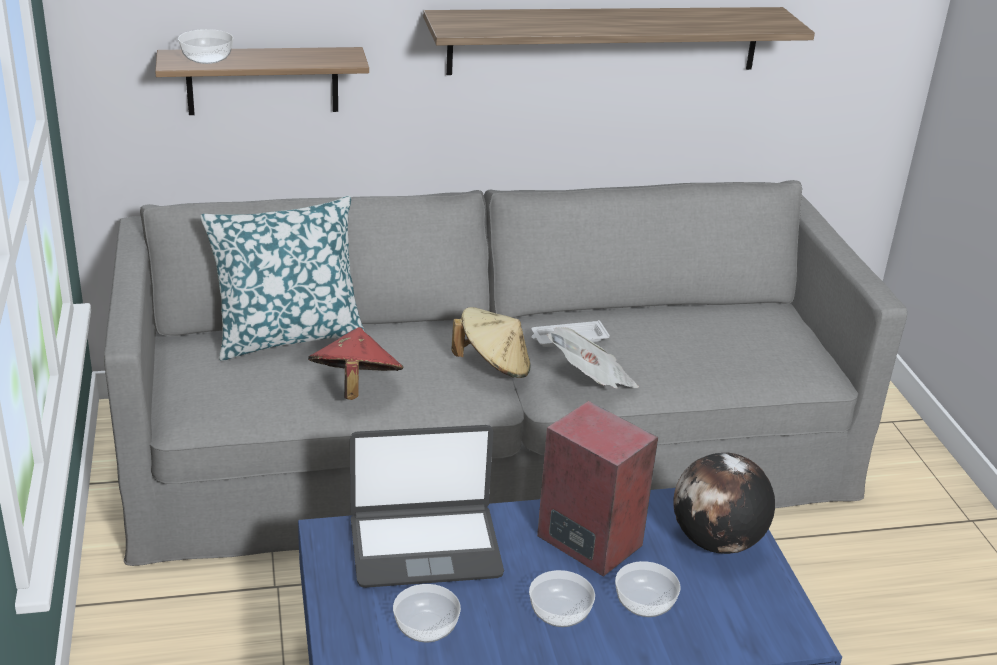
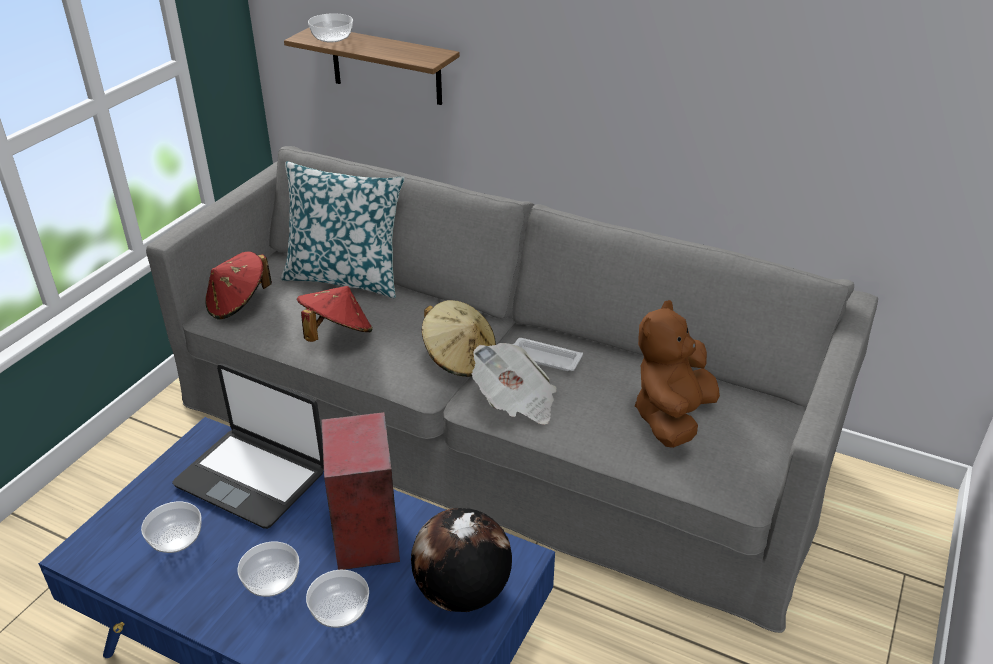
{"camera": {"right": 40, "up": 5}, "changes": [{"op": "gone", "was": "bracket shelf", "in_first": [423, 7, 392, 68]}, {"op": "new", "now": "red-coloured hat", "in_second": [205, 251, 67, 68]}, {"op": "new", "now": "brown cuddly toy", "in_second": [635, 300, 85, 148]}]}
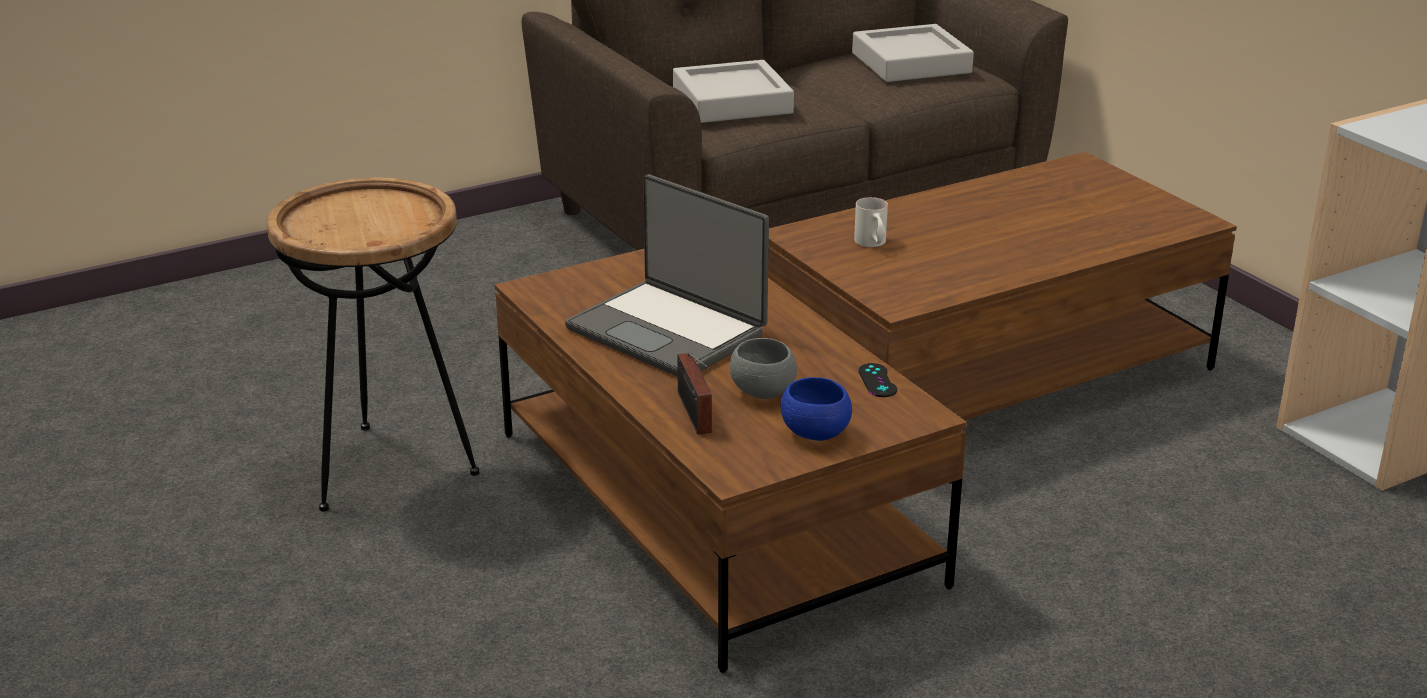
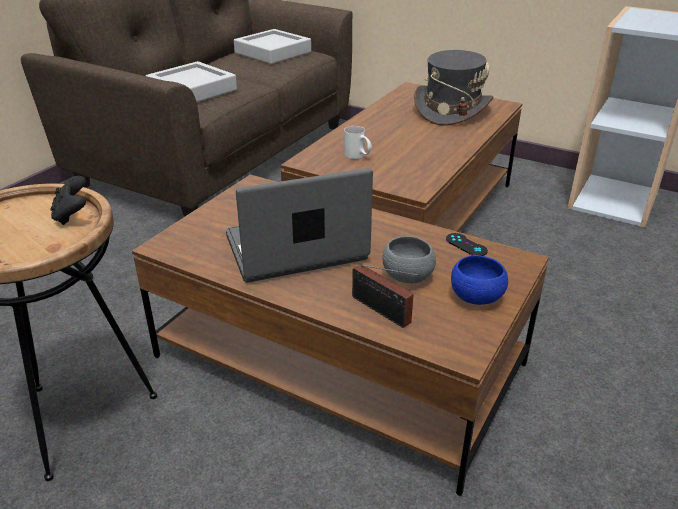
{"camera": {"right": -30, "up": 5}, "changes": [{"op": "rotated", "was": "portable computer", "in_first": [565, 174, 204, 203], "in_second": [226, 168, 147, 115], "clockwise": 150}, {"op": "new", "now": "grey hat", "in_second": [414, 50, 79, 76]}, {"op": "new", "now": "blackish joypad", "in_second": [50, 176, 36, 49]}]}
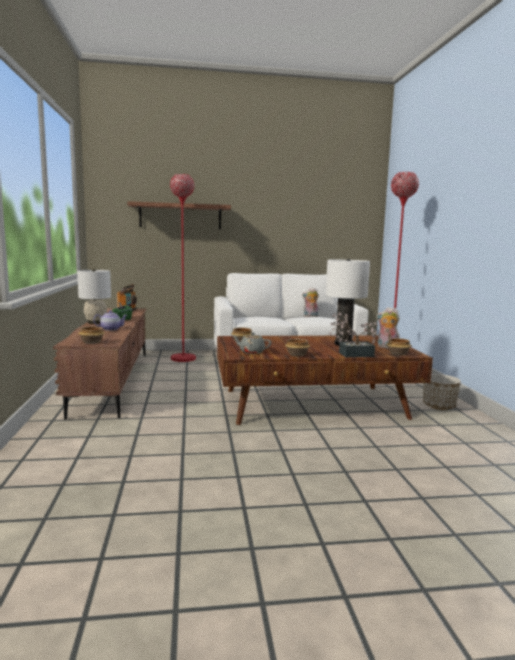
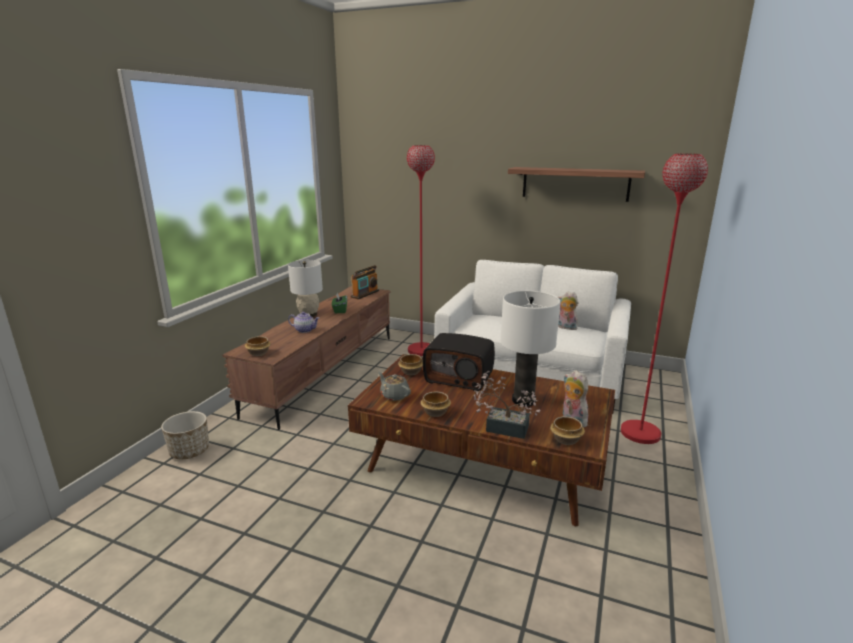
{"camera": {"right": 30, "up": 10}, "changes": [{"op": "shifted", "was": "bracket shelf", "in_first": [127, 201, 104, 28], "in_second": [508, 167, 137, 35]}, {"op": "shifted", "was": "flower pot", "in_first": [423, 374, 38, 36], "in_second": [161, 411, 48, 48]}, {"op": "new", "now": "radio", "in_second": [423, 333, 72, 58]}]}
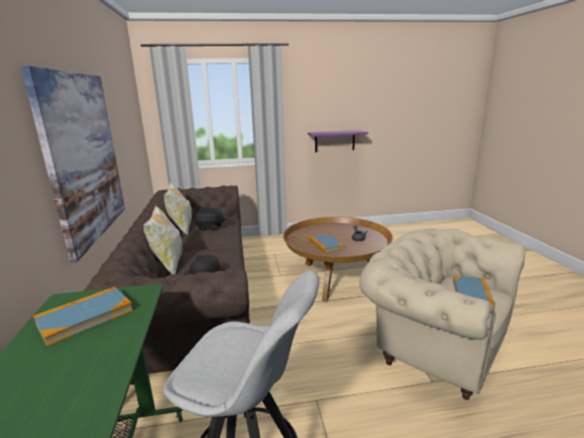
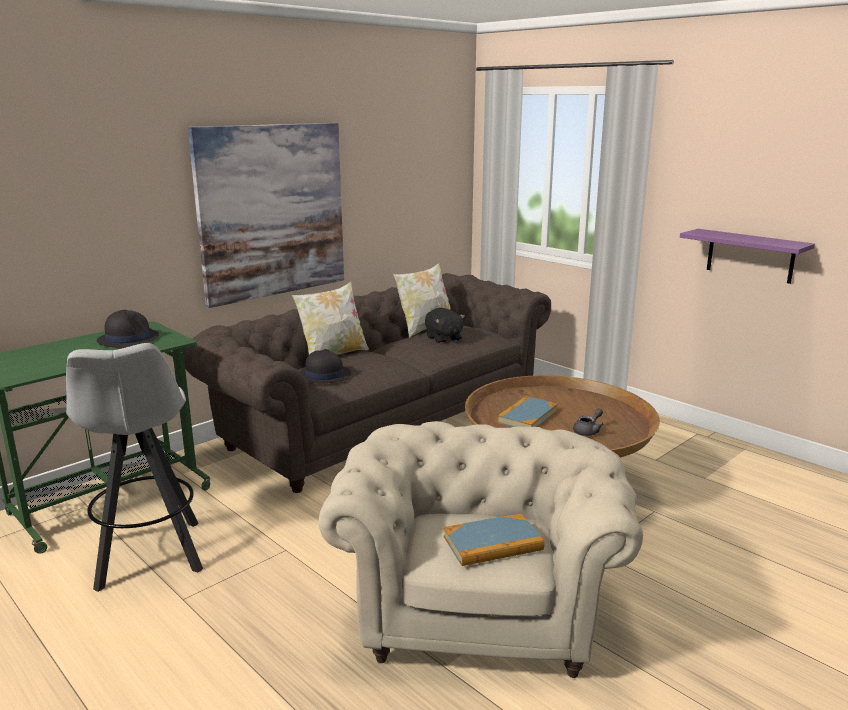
{"camera": {"right": 55, "up": 0}, "changes": [{"op": "swapped", "was": "bound book", "now": "blackish hat", "in_first": [33, 287, 100, 60], "in_second": [97, 310, 62, 39]}]}
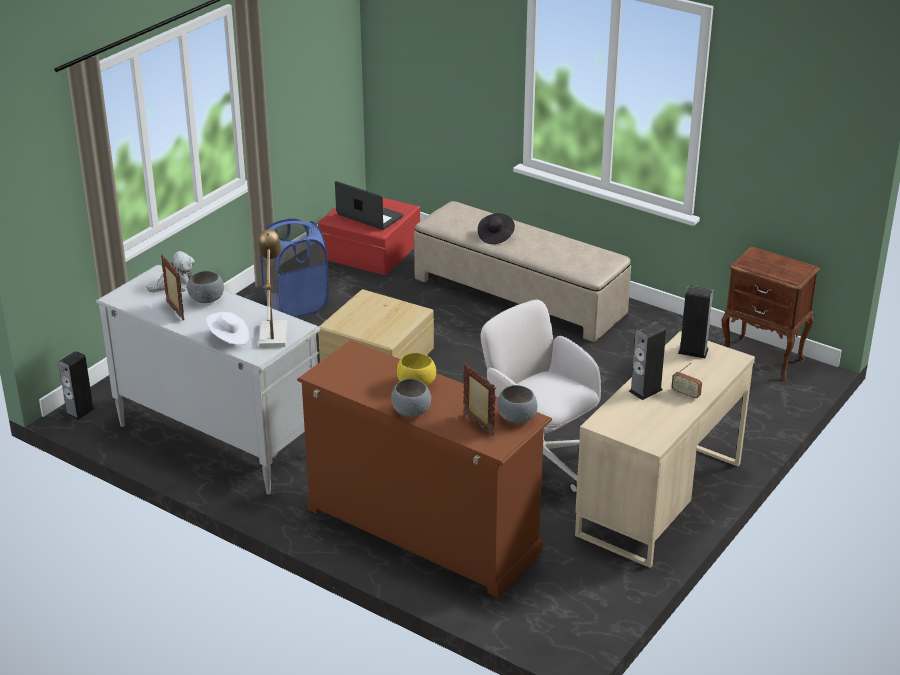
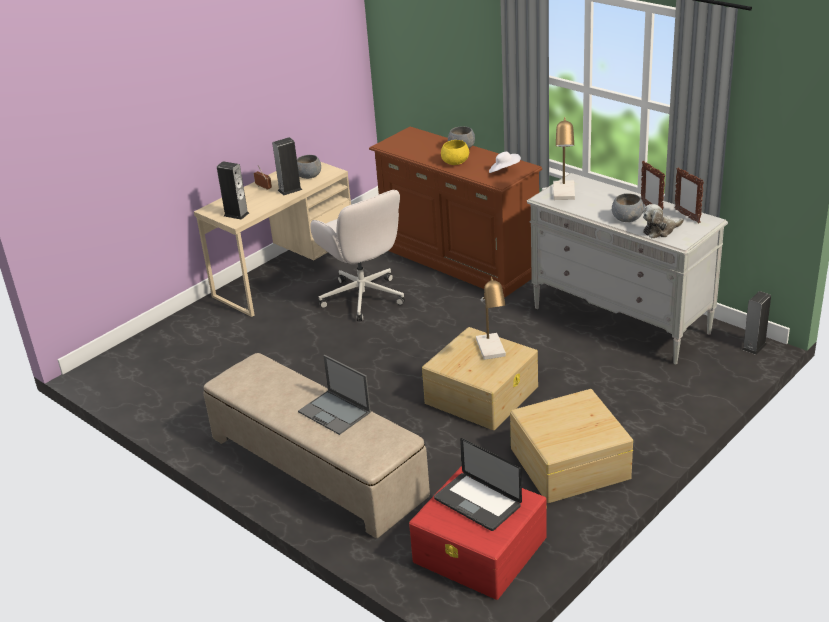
{"camera": {"right": -170, "up": 0}, "changes": [{"op": "swapped", "was": "blackish hat", "now": "portable computer", "in_first": [478, 213, 37, 31], "in_second": [298, 355, 73, 80]}, {"op": "swapped", "was": "blue-coloured hamper", "now": "sand-coloured storage bin", "in_first": [260, 218, 69, 99], "in_second": [510, 389, 123, 114]}, {"op": "gone", "was": "brown night table", "in_first": [721, 247, 98, 134]}, {"op": "shifted", "was": "white hat", "in_first": [206, 312, 43, 33], "in_second": [489, 152, 32, 21]}, {"op": "shifted", "was": "standing frame", "in_first": [463, 363, 33, 73], "in_second": [675, 167, 29, 57]}, {"op": "shifted", "was": "grey deep dish", "in_first": [497, 385, 41, 38], "in_second": [297, 155, 24, 24]}, {"op": "new", "now": "lamp for a table", "in_second": [476, 277, 30, 83]}]}
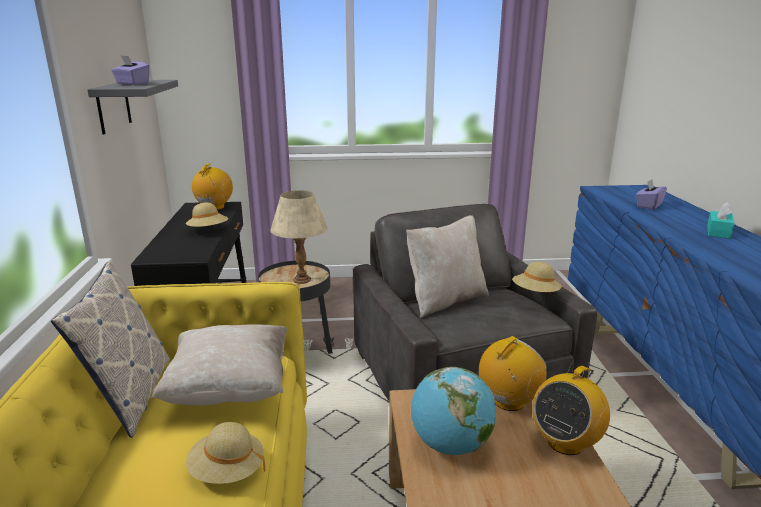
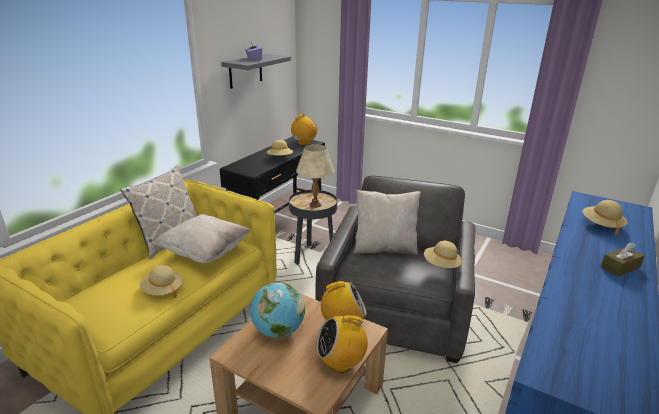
{"camera": {"right": 35, "up": 5}, "changes": [{"op": "swapped", "was": "purple tissue holder", "now": "sand-coloured hat", "in_first": [636, 179, 31, 31], "in_second": [583, 200, 45, 35]}, {"op": "repainted", "was": "turquoise-coloured tissue holder", "now": "brown tissue holder", "in_first": [707, 202, 28, 37], "in_second": [601, 242, 44, 35]}]}
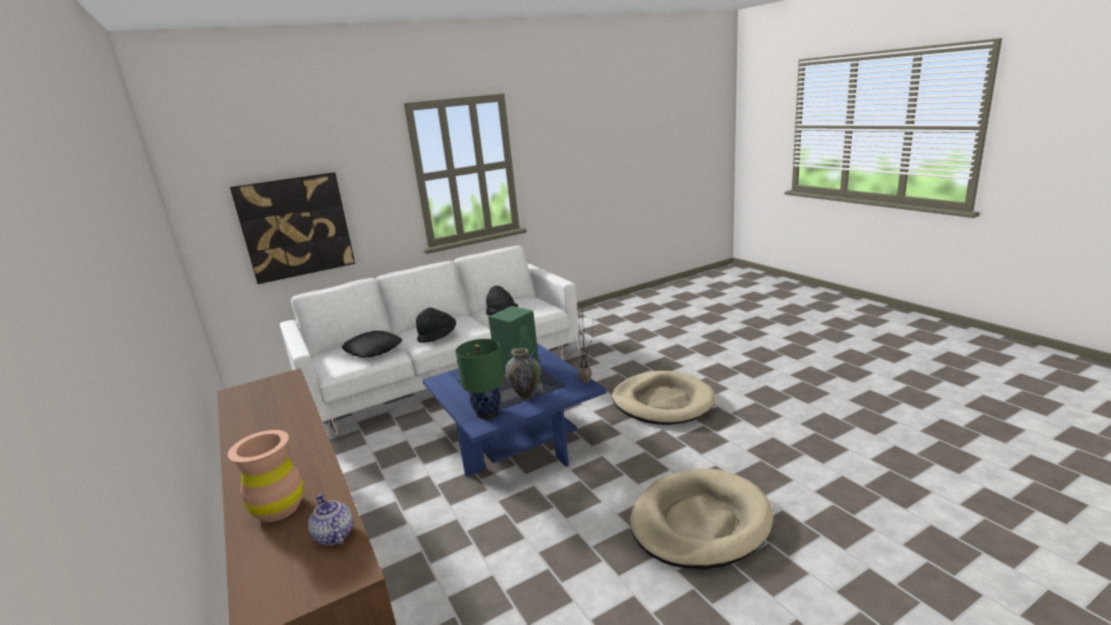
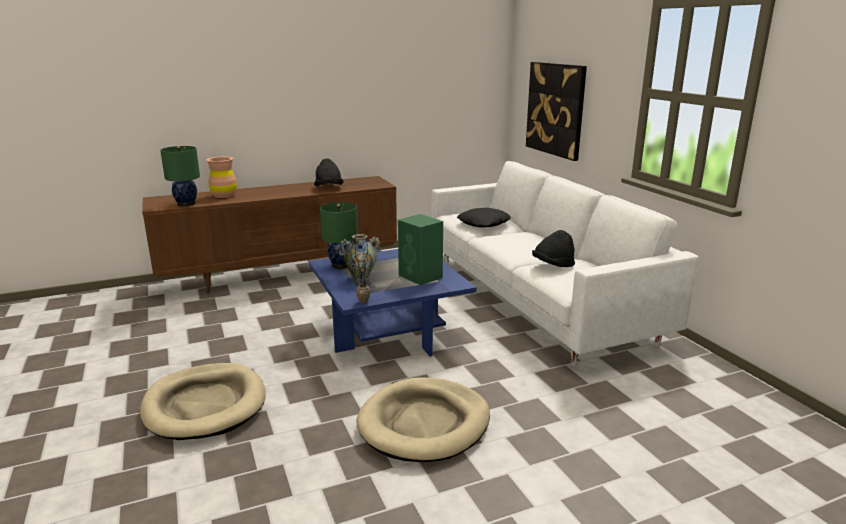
{"camera": {"right": 95, "up": 0}, "changes": [{"op": "shifted", "was": "blackish hat", "in_first": [416, 307, 40, 36], "in_second": [314, 158, 30, 28]}, {"op": "swapped", "was": "tea pot", "now": "greenish lamp for a table", "in_first": [308, 494, 45, 52], "in_second": [160, 146, 40, 60]}]}
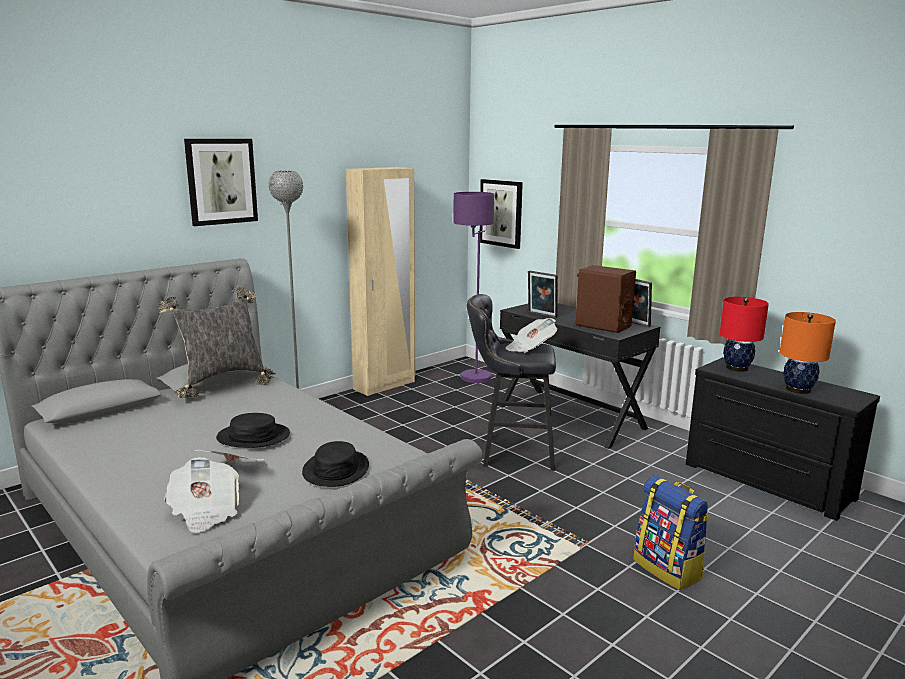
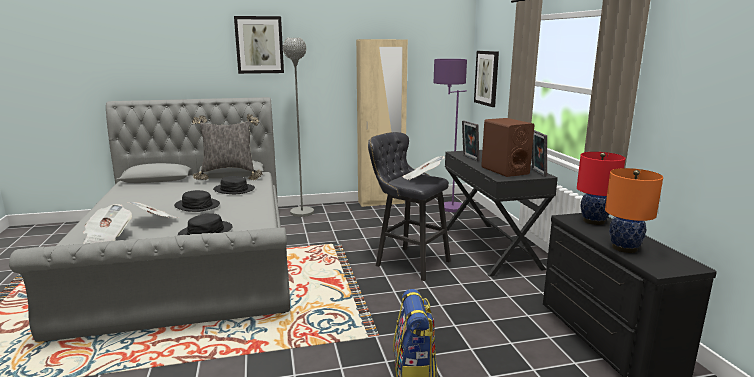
{"camera": {"right": 30, "up": 0}, "changes": [{"op": "new", "now": "blackish hat", "in_second": [213, 176, 42, 18]}]}
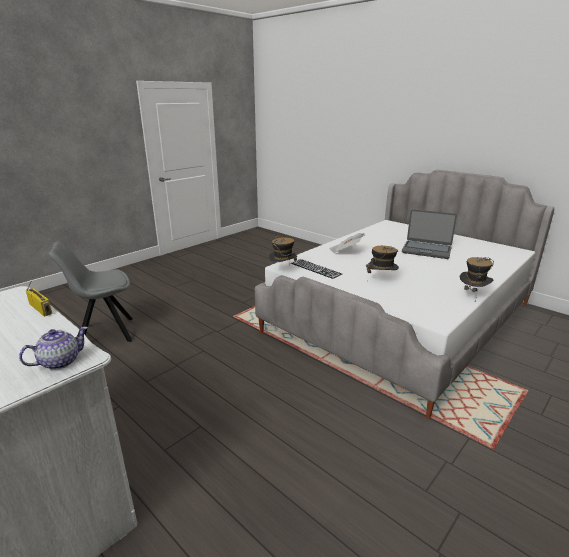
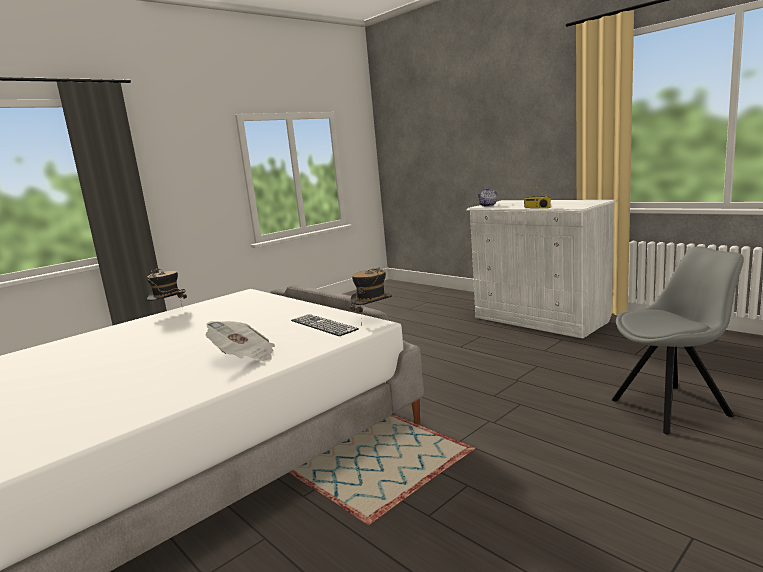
{"camera": {"right": -175, "up": -10}, "changes": [{"op": "gone", "was": "portable computer", "in_first": [402, 209, 55, 50]}, {"op": "gone", "was": "hat", "in_first": [366, 246, 33, 29]}]}
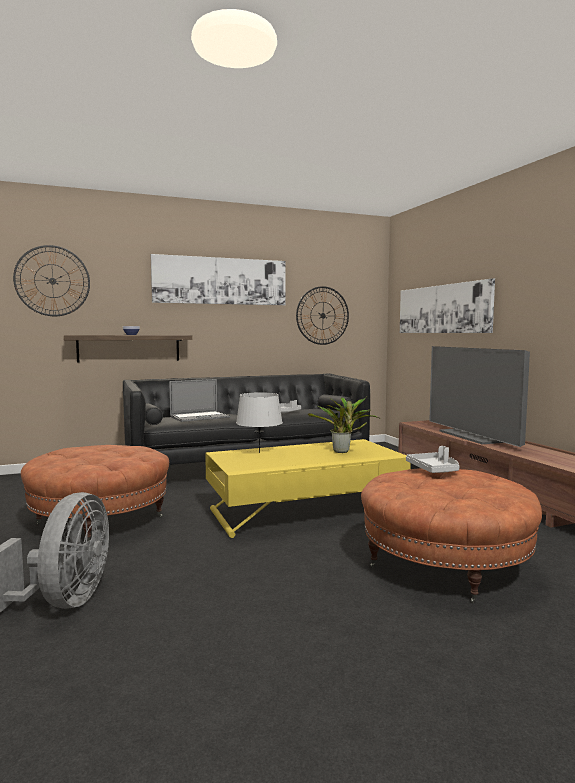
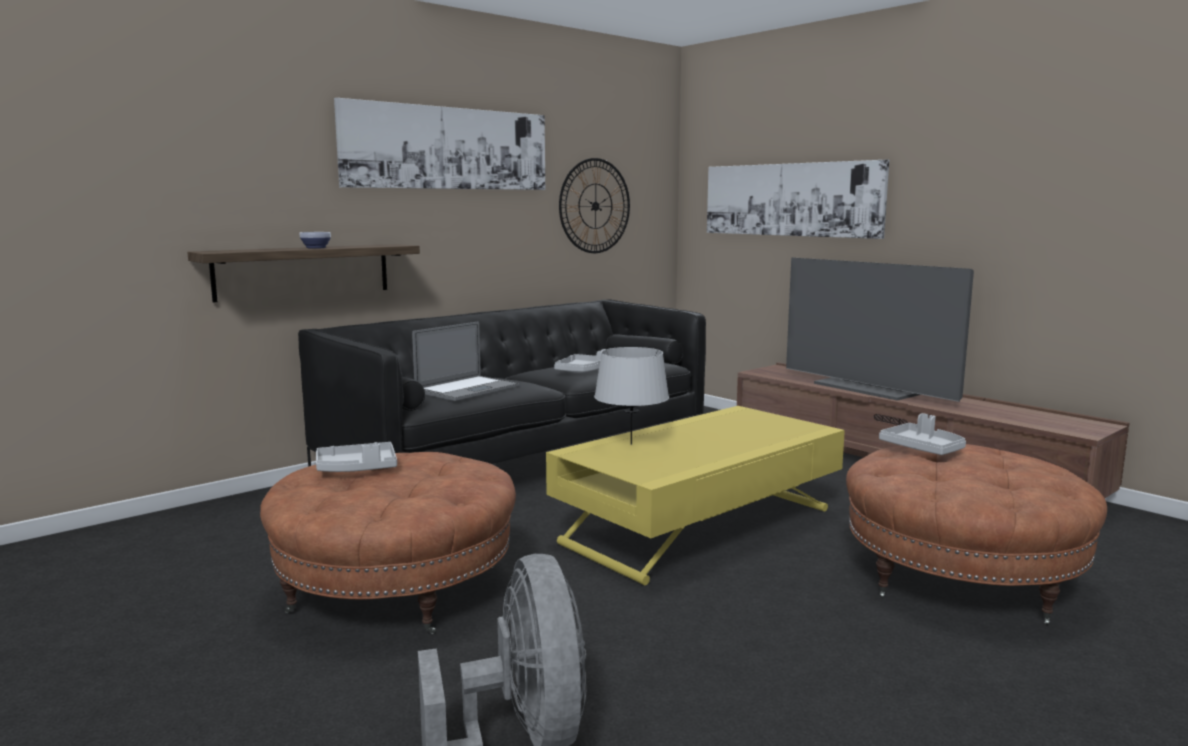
{"camera": {"right": -20, "up": 5}, "changes": [{"op": "gone", "was": "clock on the wall", "in_first": [13, 245, 77, 72]}, {"op": "gone", "was": "potted plant", "in_first": [308, 396, 72, 57]}, {"op": "new", "now": "grey serving tray", "in_second": [316, 442, 81, 30]}]}
